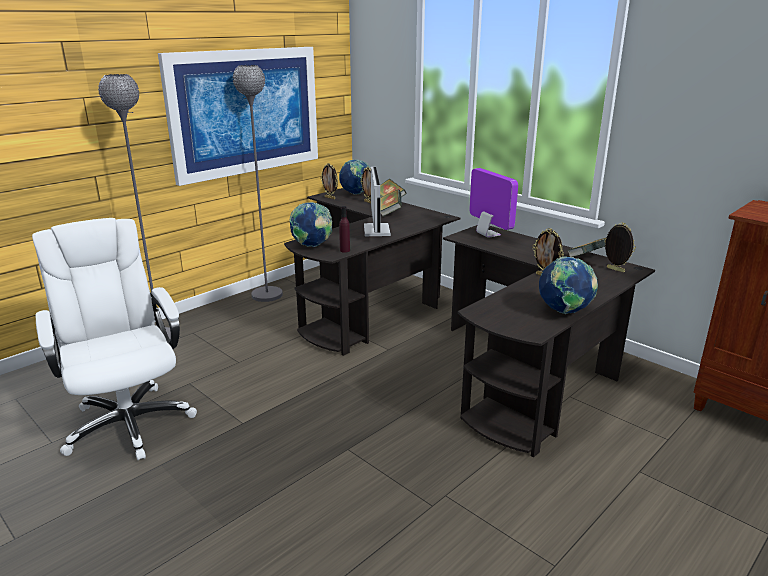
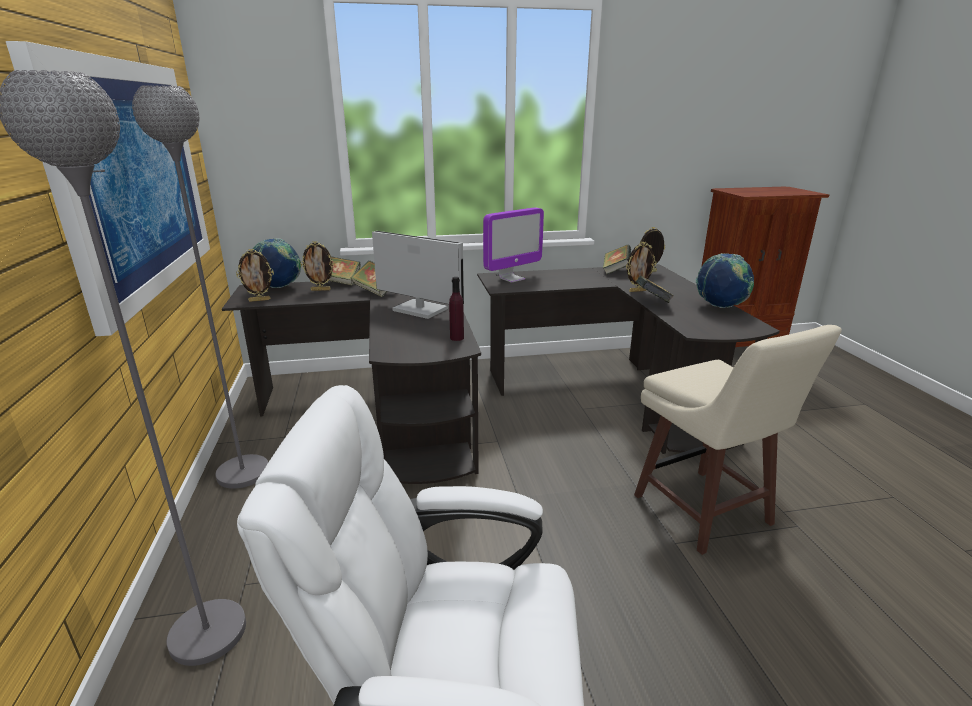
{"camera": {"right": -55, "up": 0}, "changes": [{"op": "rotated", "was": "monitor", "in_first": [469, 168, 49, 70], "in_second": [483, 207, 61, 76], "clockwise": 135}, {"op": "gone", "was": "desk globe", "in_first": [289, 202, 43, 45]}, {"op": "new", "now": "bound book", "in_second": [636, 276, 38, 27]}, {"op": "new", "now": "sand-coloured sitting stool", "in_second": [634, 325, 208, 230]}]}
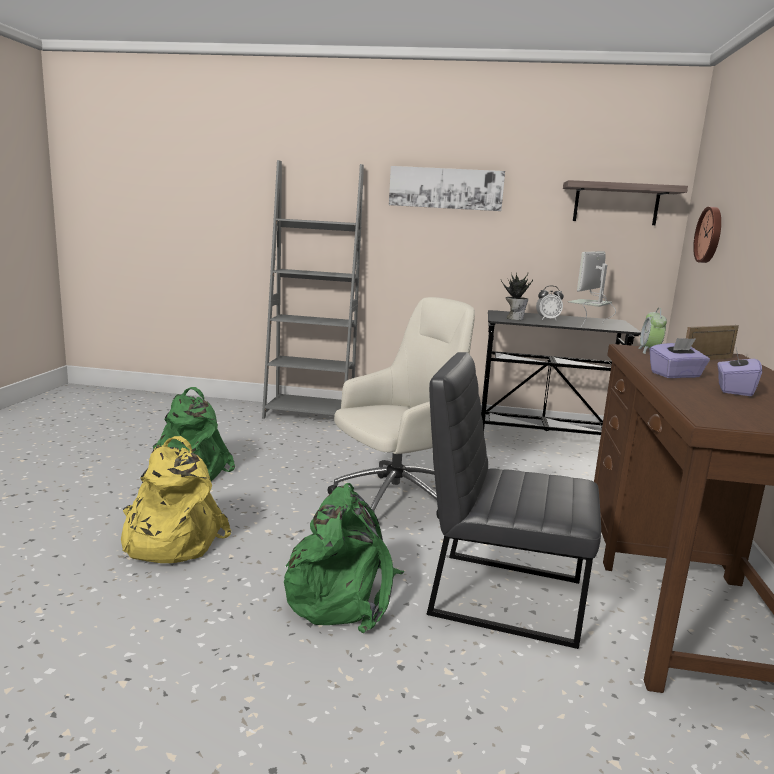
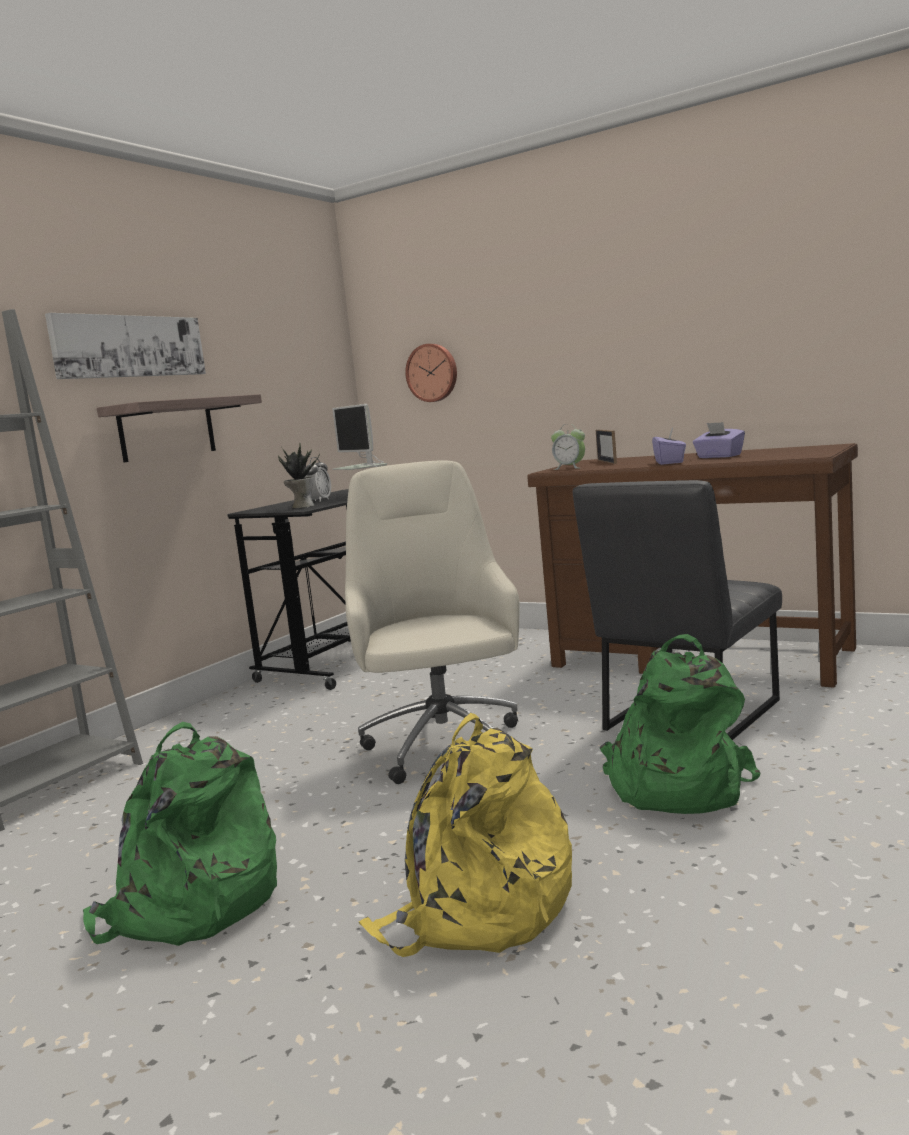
{"camera": {"right": -65, "up": -5}, "changes": [{"op": "shifted", "was": "bracket shelf", "in_first": [563, 180, 125, 45], "in_second": [97, 394, 165, 68]}]}
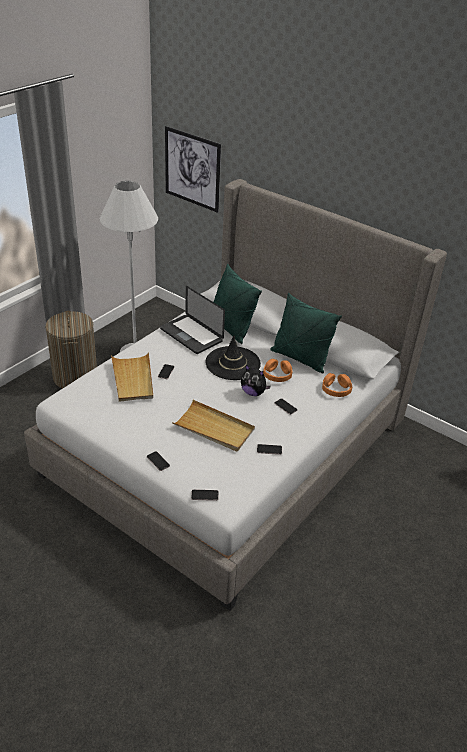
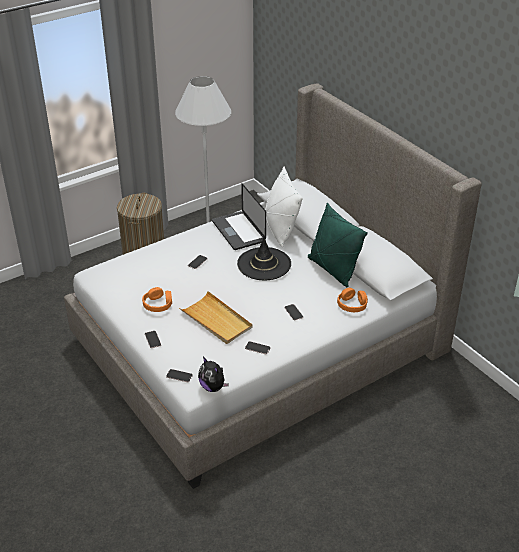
{"camera": {"right": 20, "up": 0}, "changes": [{"op": "gone", "was": "wall picture", "in_first": [165, 126, 56, 87]}, {"op": "repainted", "was": "greenish pillow", "now": "white pillow", "in_first": [213, 264, 49, 80], "in_second": [265, 167, 38, 80]}, {"op": "gone", "was": "sand-coloured serving tray", "in_first": [111, 352, 42, 50]}, {"op": "shifted", "was": "orange headphones", "in_first": [263, 359, 29, 23], "in_second": [142, 287, 30, 25]}, {"op": "shifted", "was": "cuddly toy", "in_first": [241, 365, 30, 31], "in_second": [198, 357, 31, 35]}]}
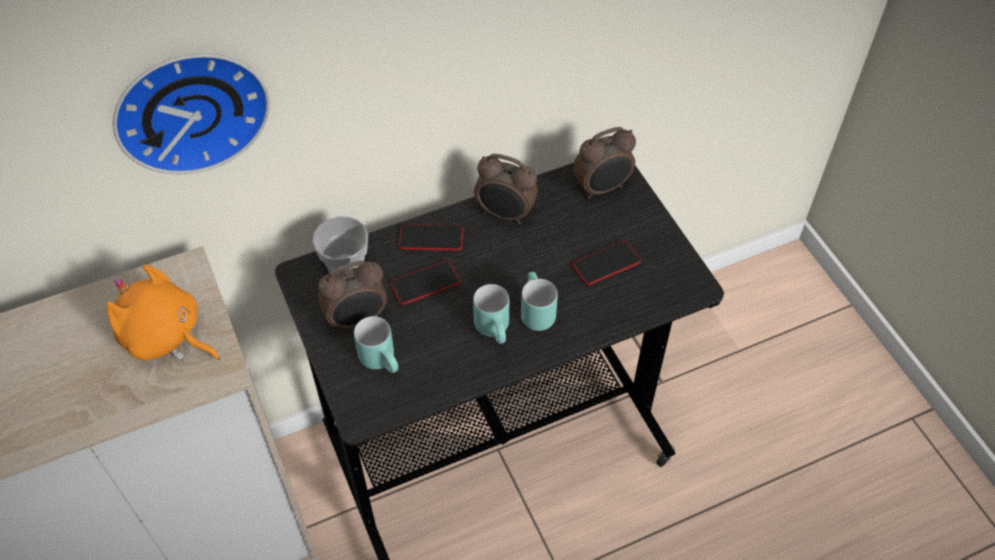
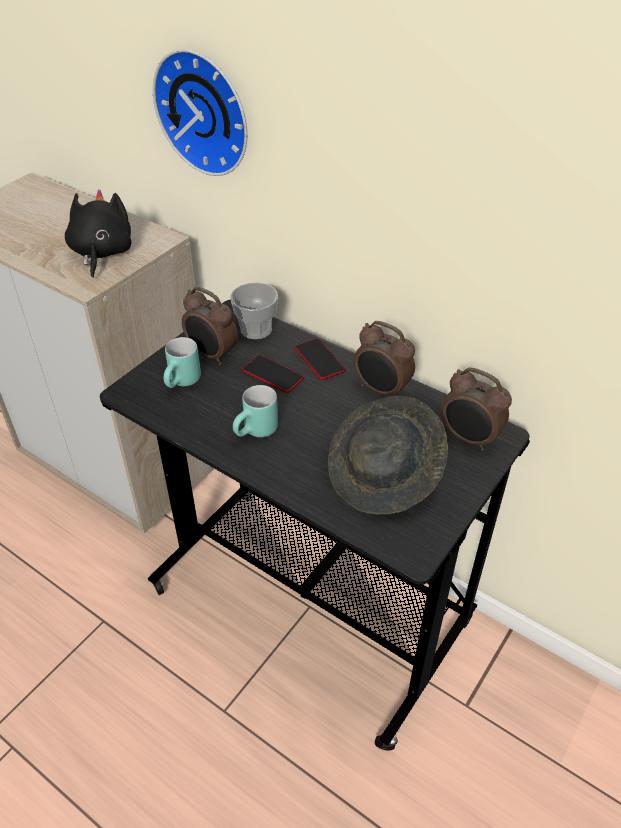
{"camera": {"right": 60, "up": -10}, "changes": [{"op": "rotated", "was": "alarm clock", "in_first": [474, 154, 64, 71], "in_second": [354, 321, 61, 75], "clockwise": -45}, {"op": "swapped", "was": "phone", "now": "grey hat", "in_first": [572, 240, 69, 45], "in_second": [328, 396, 120, 119]}, {"op": "repainted", "was": "orange cuddly toy", "now": "blackish cuddly toy", "in_first": [106, 265, 114, 95], "in_second": [65, 190, 66, 88]}, {"op": "gone", "was": "turquoise-coloured mug", "in_first": [521, 272, 37, 59]}]}
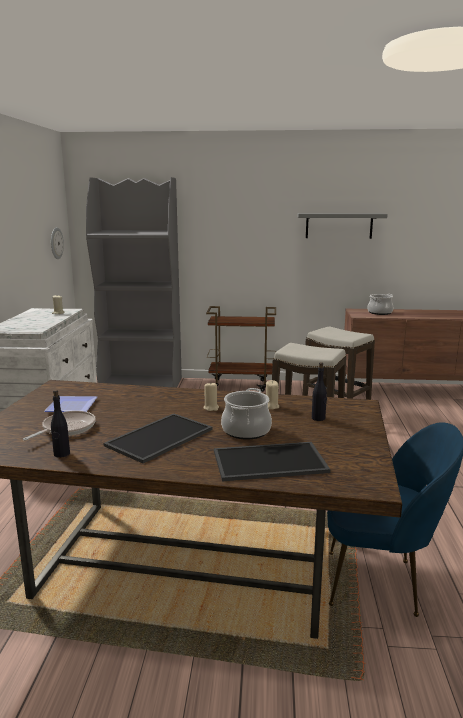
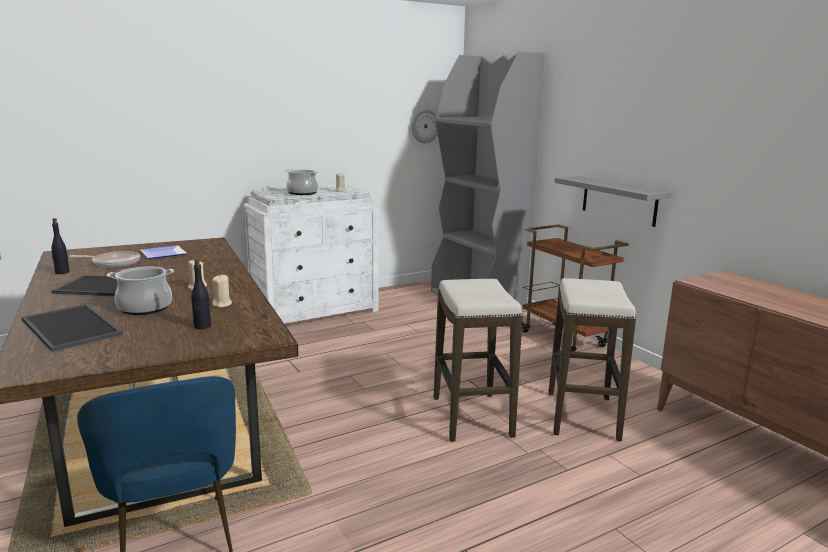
{"camera": {"right": 55, "up": 0}, "changes": [{"op": "shifted", "was": "grey bracket shelf", "in_first": [297, 213, 91, 26], "in_second": [554, 176, 118, 51]}, {"op": "shifted", "was": "saucepot", "in_first": [367, 294, 26, 21], "in_second": [285, 169, 34, 26]}]}
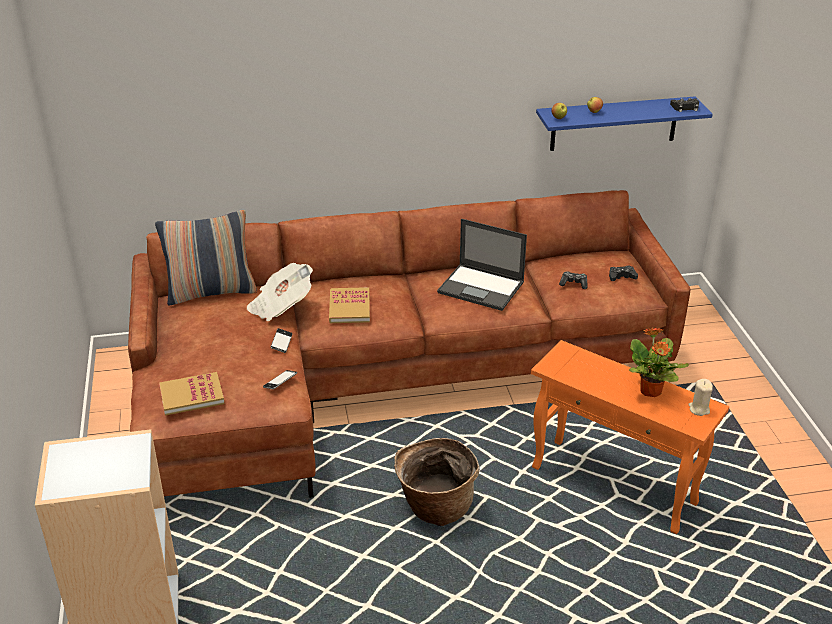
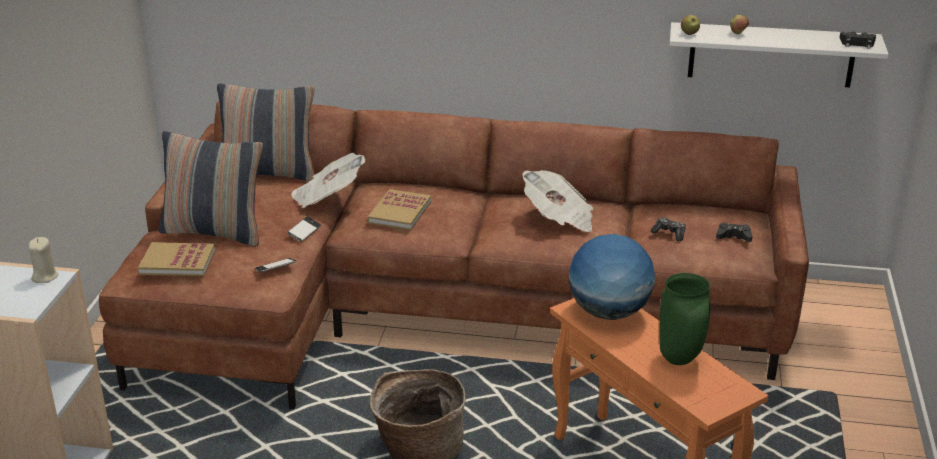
{"camera": {"right": 20, "up": -5}, "changes": [{"op": "repainted", "was": "blue-coloured bracket shelf", "now": "white bracket shelf", "in_first": [536, 96, 177, 55], "in_second": [670, 22, 219, 65]}, {"op": "swapped", "was": "portable computer", "now": "printed paper", "in_first": [437, 219, 90, 92], "in_second": [522, 170, 71, 62]}, {"op": "swapped", "was": "potted plant", "now": "greenish flower vase", "in_first": [629, 328, 60, 69], "in_second": [660, 273, 50, 92]}, {"op": "shifted", "was": "sand-coloured wax light", "in_first": [688, 379, 25, 37], "in_second": [29, 237, 29, 46]}, {"op": "new", "now": "pillow", "in_second": [158, 131, 105, 115]}, {"op": "new", "now": "desk globe", "in_second": [568, 234, 87, 86]}]}
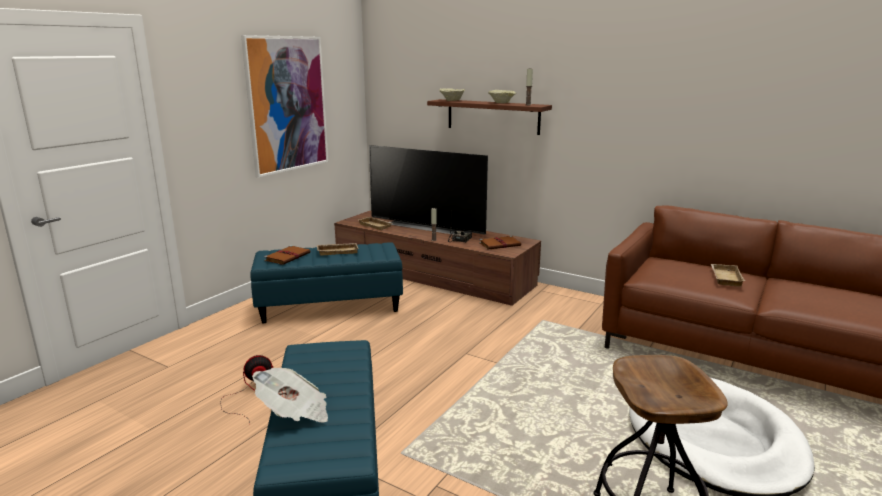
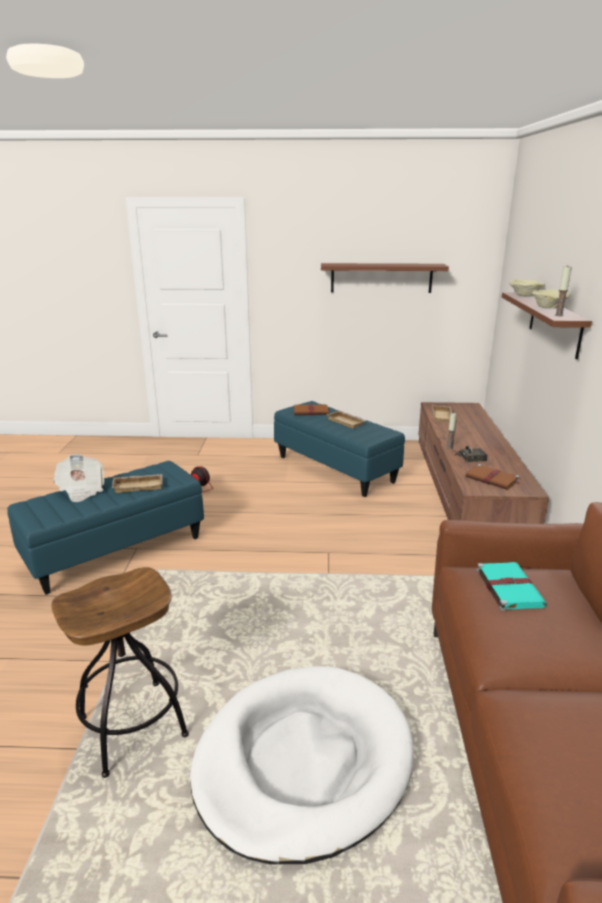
{"camera": {"right": 60, "up": 5}, "changes": [{"op": "swapped", "was": "wall picture", "now": "brown bracket shelf", "in_first": [241, 35, 87, 142], "in_second": [321, 263, 128, 30]}, {"op": "gone", "was": "TV set", "in_first": [369, 145, 119, 90]}, {"op": "shifted", "was": "sand-coloured serving tray", "in_first": [711, 264, 34, 23], "in_second": [112, 474, 51, 19]}, {"op": "new", "now": "turquoise-coloured bound book", "in_second": [476, 562, 71, 49]}]}
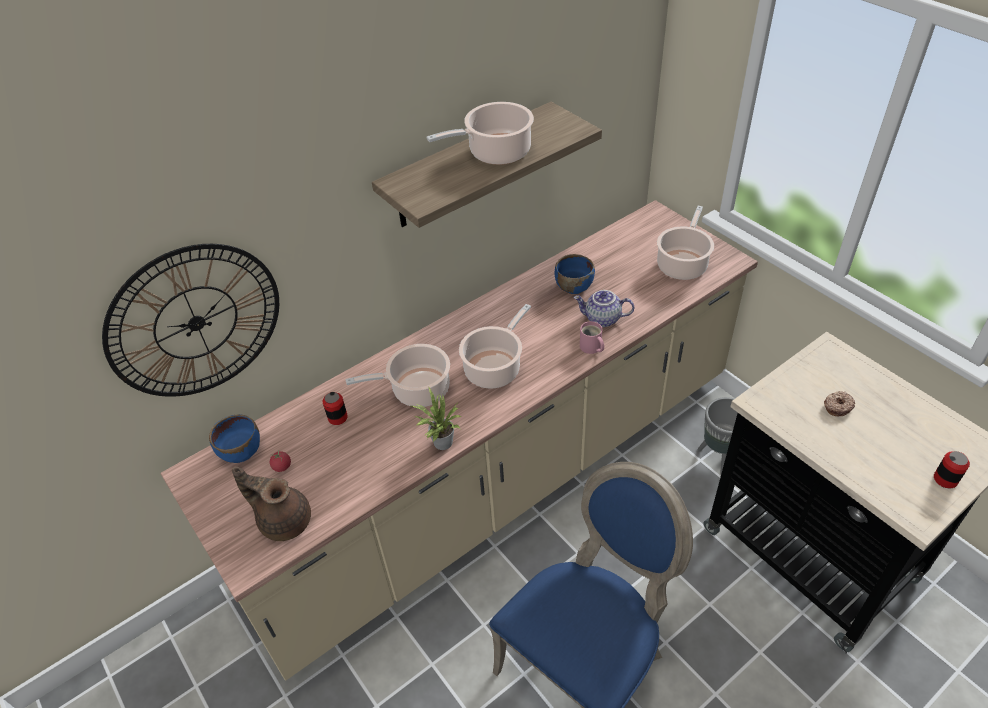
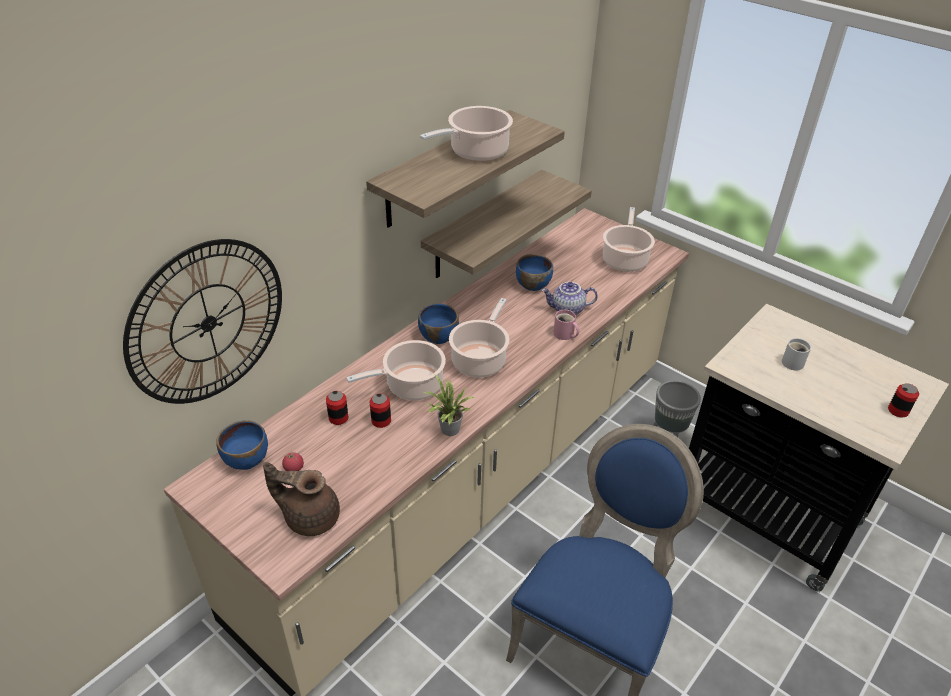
{"camera": {"right": -15, "up": -5}, "changes": [{"op": "swapped", "was": "doughnut", "now": "white mug", "in_first": [824, 391, 31, 25], "in_second": [782, 338, 29, 33]}, {"op": "new", "now": "bracket shelf", "in_second": [421, 170, 171, 108]}, {"op": "new", "now": "blue-coloured deep dish", "in_second": [418, 304, 41, 40]}, {"op": "new", "now": "metal can", "in_second": [370, 394, 21, 34]}]}
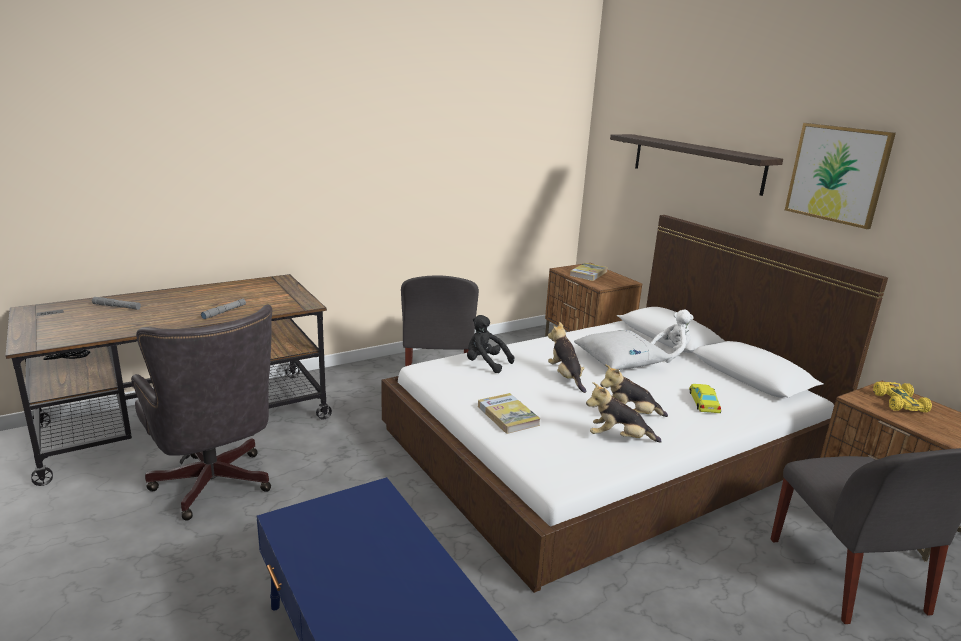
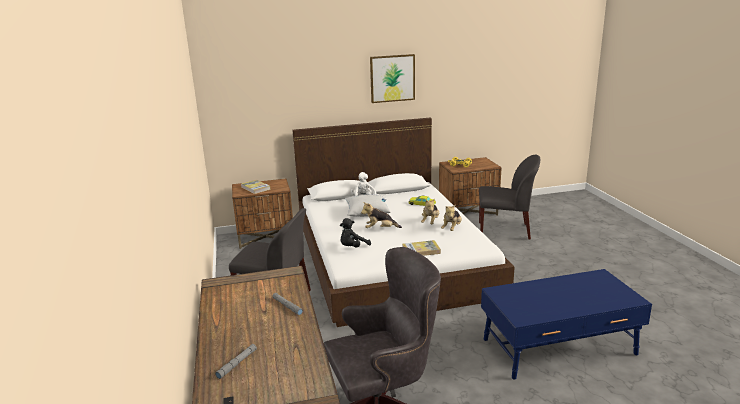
{"camera": {"right": -70, "up": 0}, "changes": [{"op": "gone", "was": "bracket shelf", "in_first": [610, 134, 173, 62]}]}
